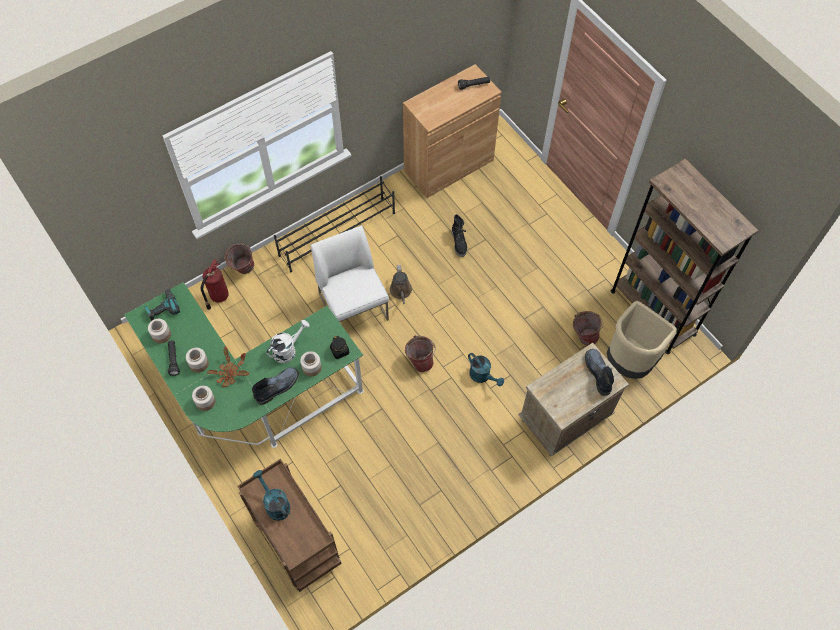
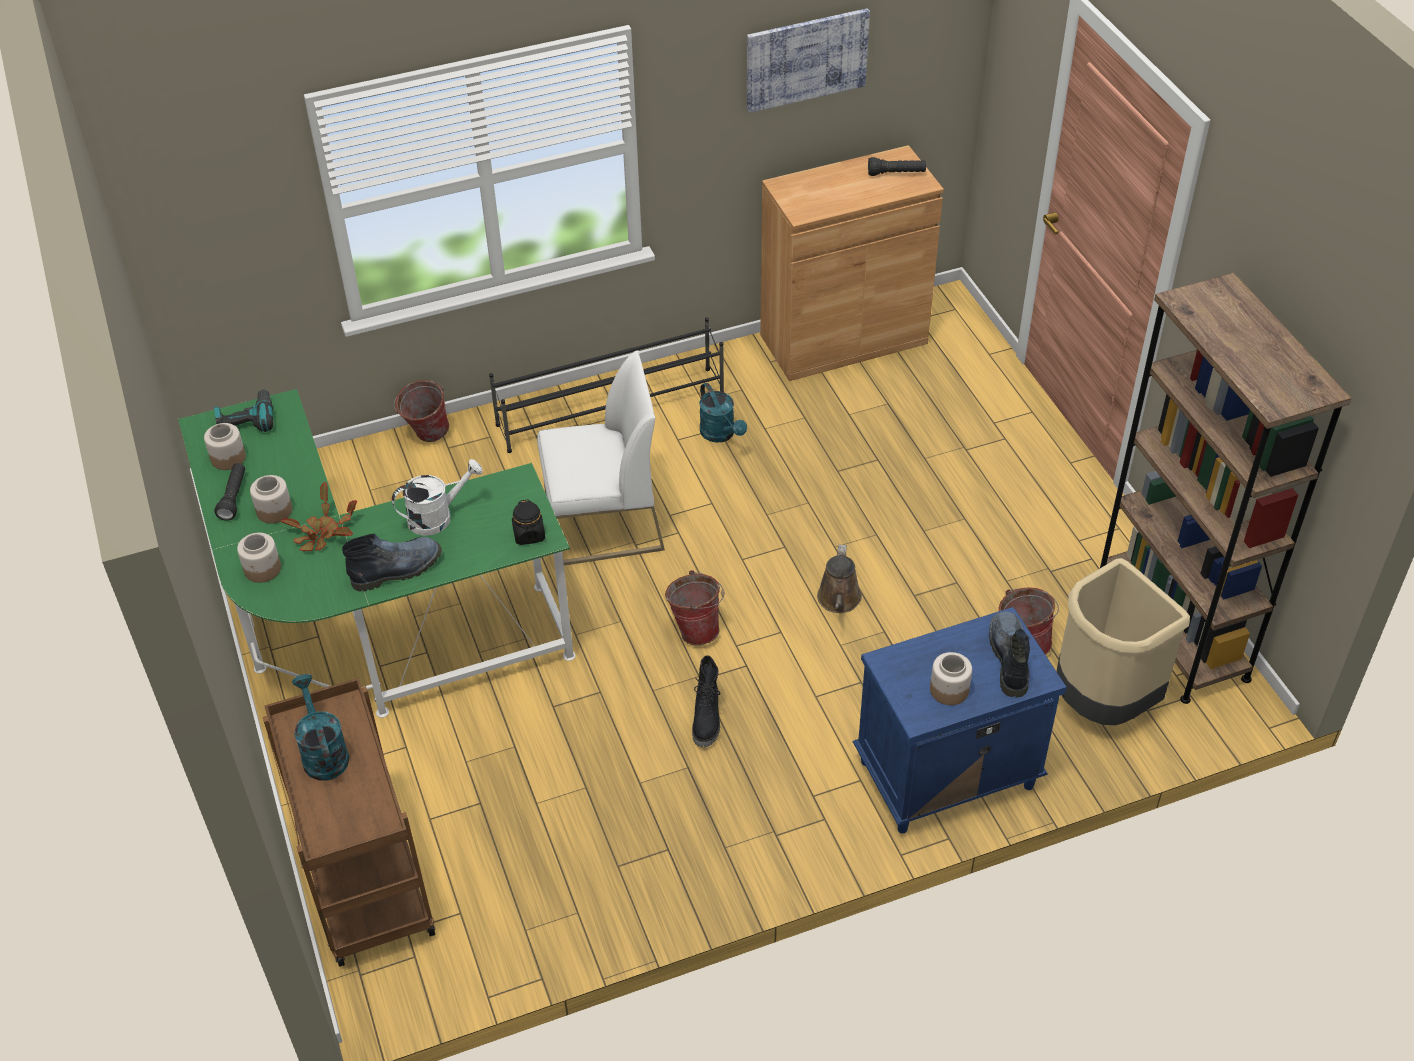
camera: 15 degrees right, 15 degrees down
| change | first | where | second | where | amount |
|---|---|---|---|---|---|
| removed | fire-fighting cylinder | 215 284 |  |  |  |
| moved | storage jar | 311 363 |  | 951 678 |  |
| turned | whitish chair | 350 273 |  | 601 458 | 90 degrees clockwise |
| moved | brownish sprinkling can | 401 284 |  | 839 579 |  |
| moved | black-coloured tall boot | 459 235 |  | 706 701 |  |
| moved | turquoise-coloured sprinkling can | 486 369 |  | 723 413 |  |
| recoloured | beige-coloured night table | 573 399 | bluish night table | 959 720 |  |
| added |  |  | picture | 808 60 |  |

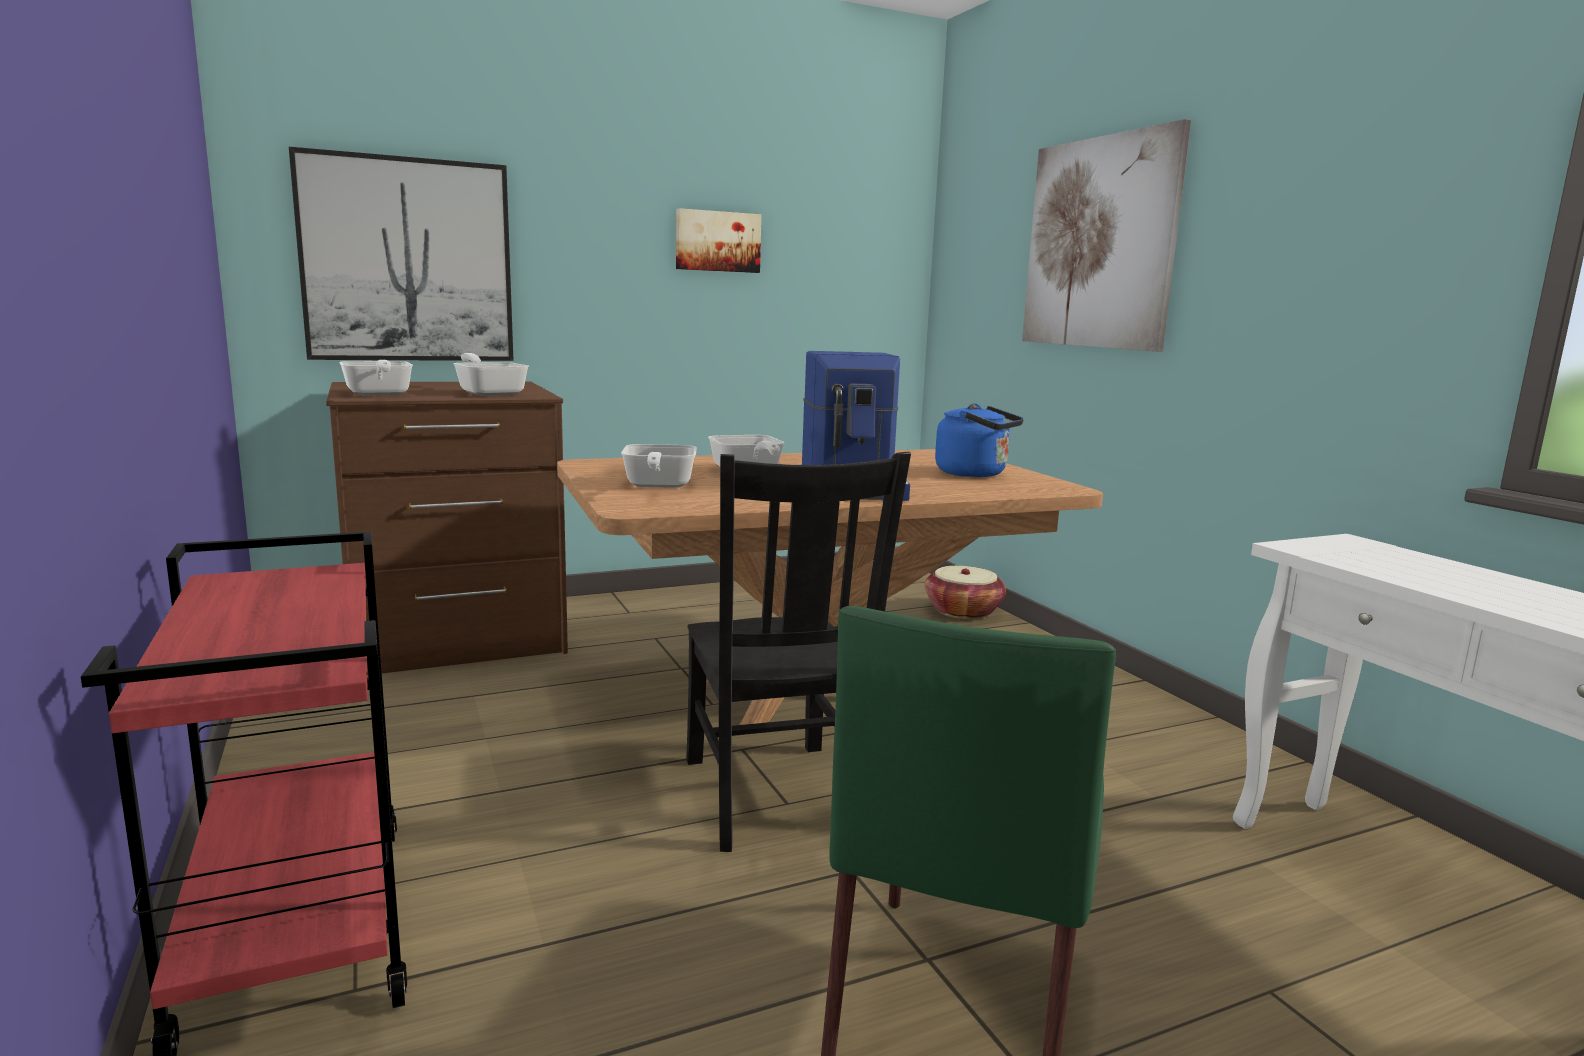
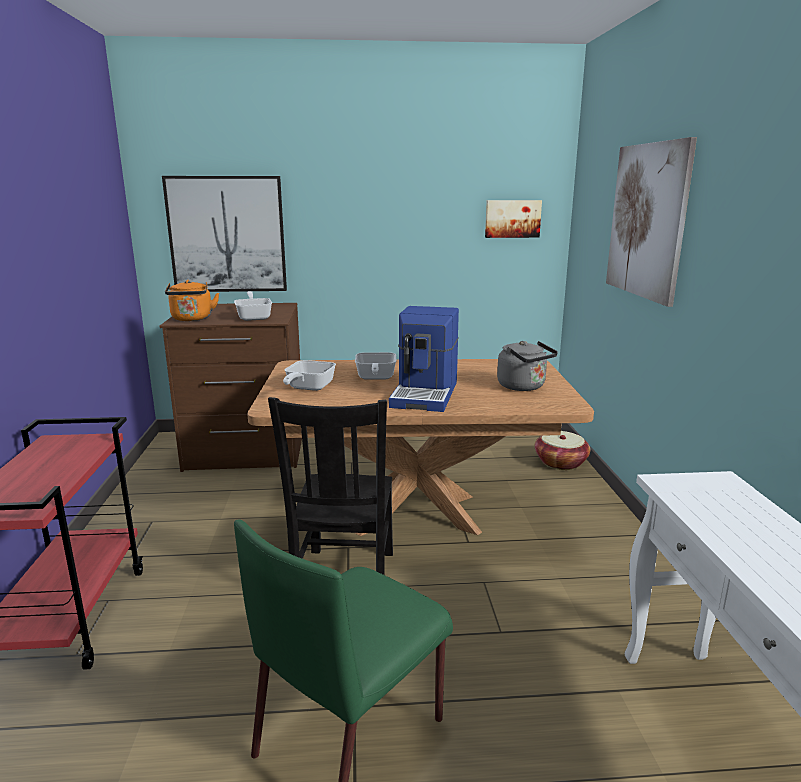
camera: 20 degrees right, 5 degrees up
| change | first | where | second | where | amount |
|---|---|---|---|---|---|
| replaced | skillet | 376 378 | orange-coloured water kettle | 192 300 |  |
| moved | picture | 718 240 |  | 513 219 |  |
| recoloured | bluish water kettle | 979 440 | greyish water kettle | 527 366 |  |

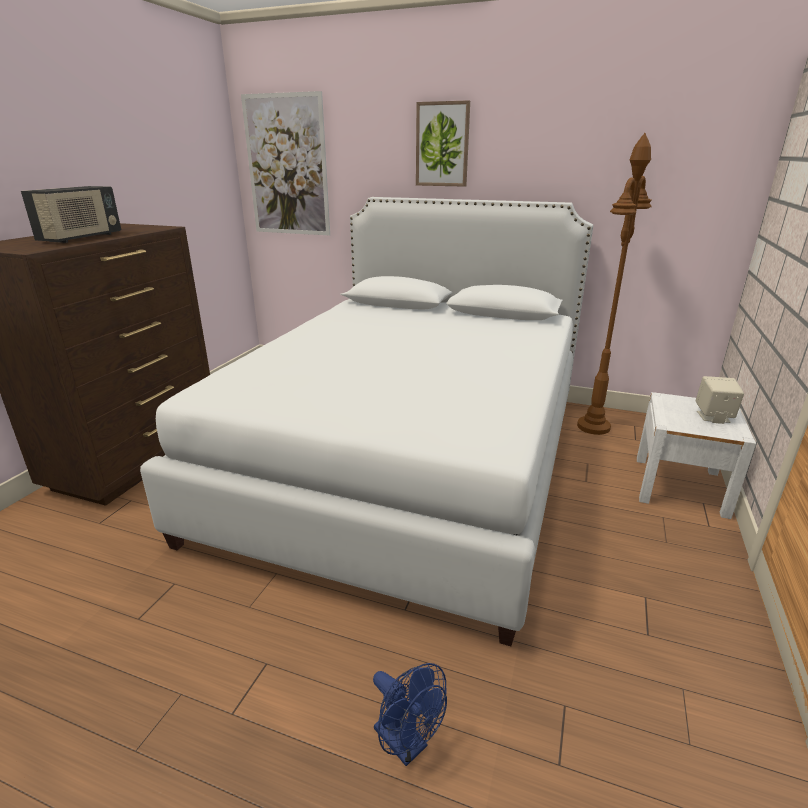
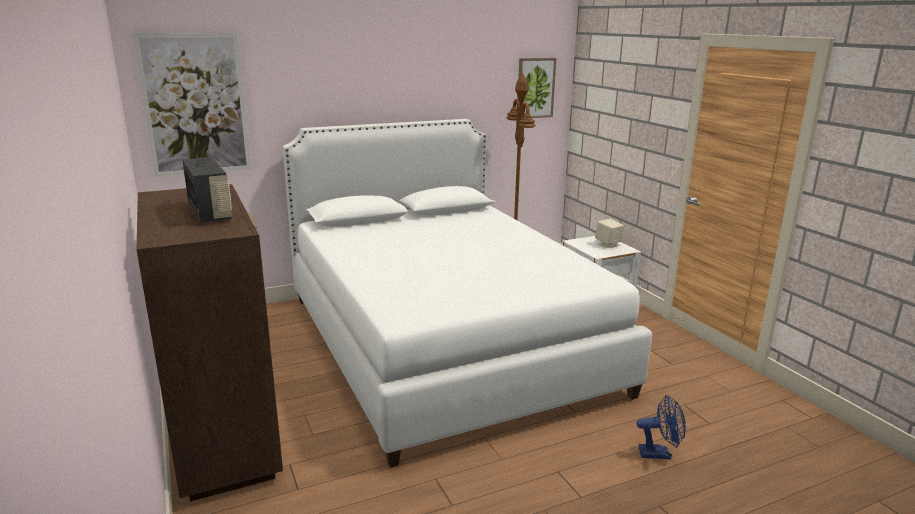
camera: 45 degrees left, 5 degrees down
| change | first | where | second | where | amount |
|---|---|---|---|---|---|
| moved | picture | 443 143 |  | 537 88 |  |

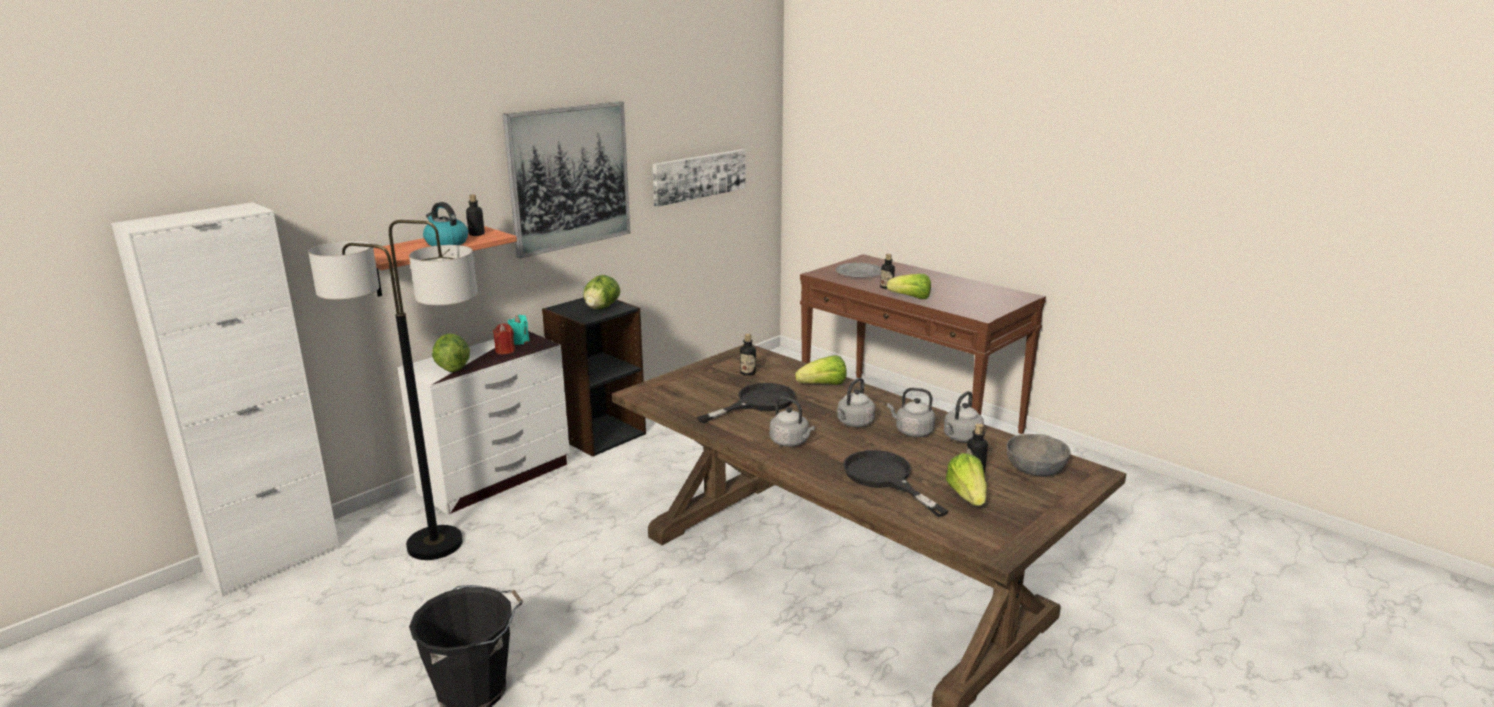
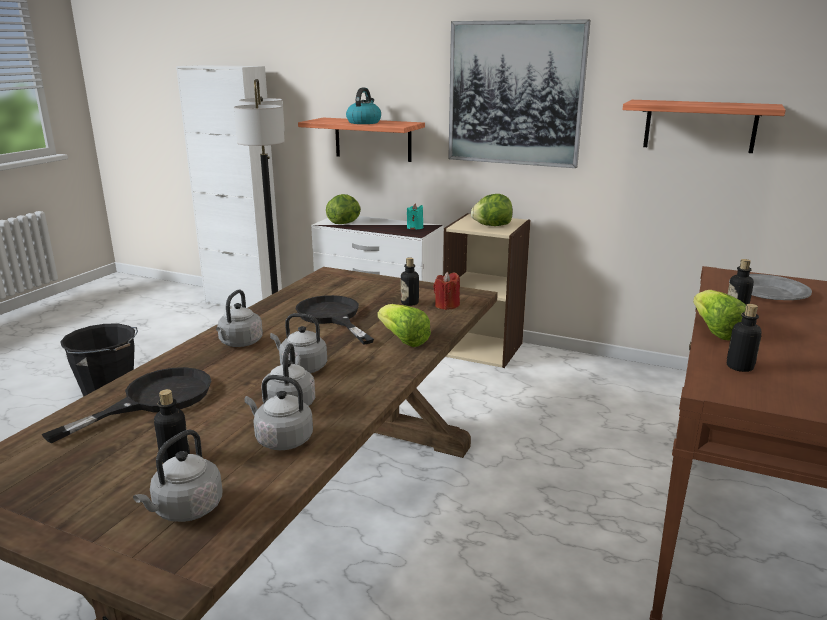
camera: 70 degrees right, 0 degrees up
| change | first | where | second | where | amount |
|---|---|---|---|---|---|
| moved | beverage bottle | 475 215 |  | 744 338 |  |
| moved | reddish wax light | 504 338 |  | 446 291 |  |
| recoloured | black-coloured bookcase | 594 377 | beige-coloured bookcase | 486 290 |  |
| replaced | picture | 698 178 | bracket shelf | 704 126 |  |
| turned | black-coloured skillet | 746 403 |  | 334 320 | 150 degrees counterclockwise |
| removed | head of lettuce | 966 479 |  |  |  |
| replaced | greyish deep dish | 1038 455 | greyish water kettle | 177 475 |  |

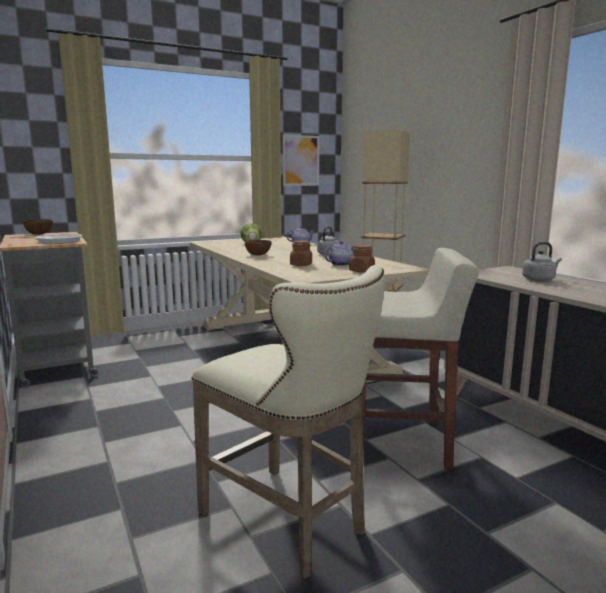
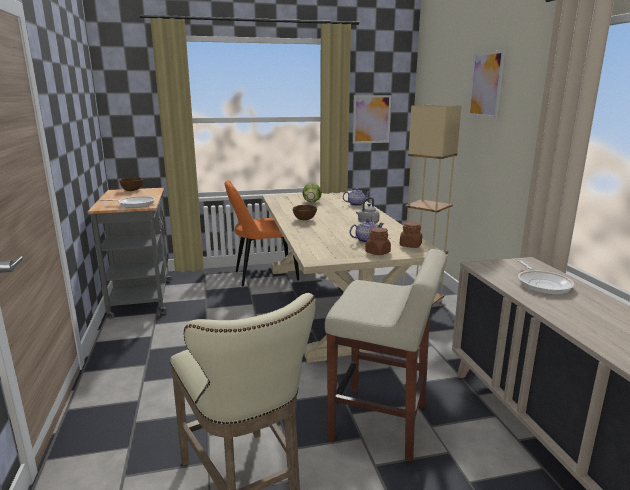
camera: 15 degrees right, 5 degrees up
| change | first | where | second | where | amount |
|---|---|---|---|---|---|
| moved | brownish storage jar | 301 253 |  | 411 235 |  |
| replaced | greyish water kettle | 542 261 | skillet | 546 277 |  |
| added |  |  | orange-coloured chair | 262 233 |  |
| added |  |  | picture | 486 84 |  |

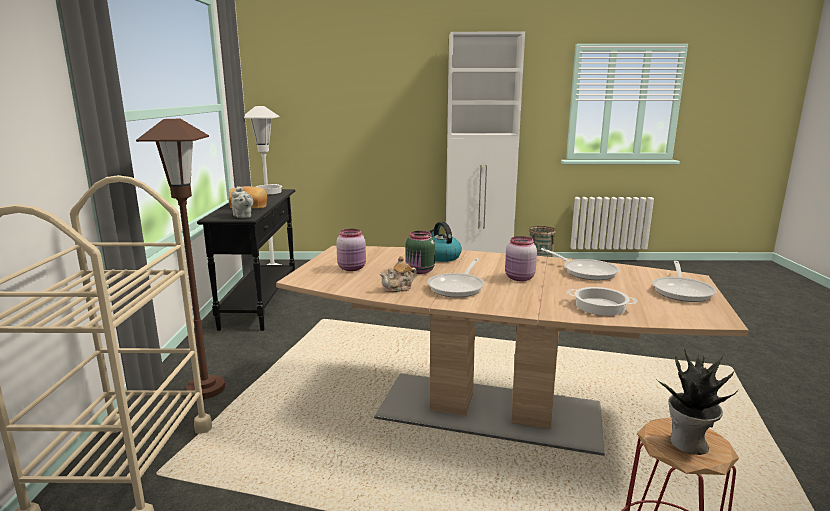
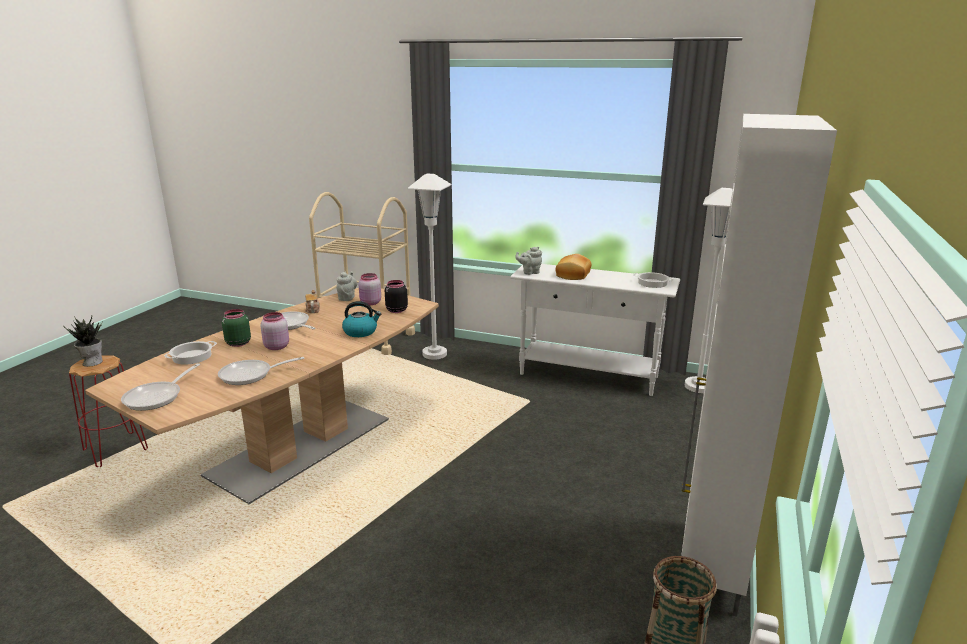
camera: 110 degrees right, 5 degrees up
| change | first | where | second | where | amount |
|---|---|---|---|---|---|
| recoloured | brownish standing lamp | 180 259 | whitish standing lamp | 429 266 |  |
| recoloured | black-coloured hall table | 246 260 | whitish hall table | 595 330 |  |
| moved | green storage jar | 420 252 |  | 236 328 |  |
| turned | skillet | 684 281 |  | 160 387 | 105 degrees counterclockwise |
| added |  |  | greyish teapot | 346 286 |  |
| added |  |  | black-coloured storage jar | 396 296 |  |

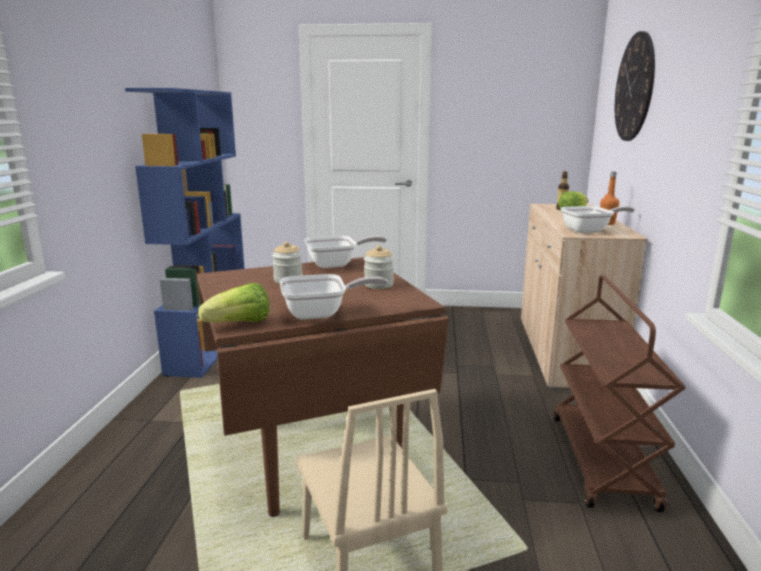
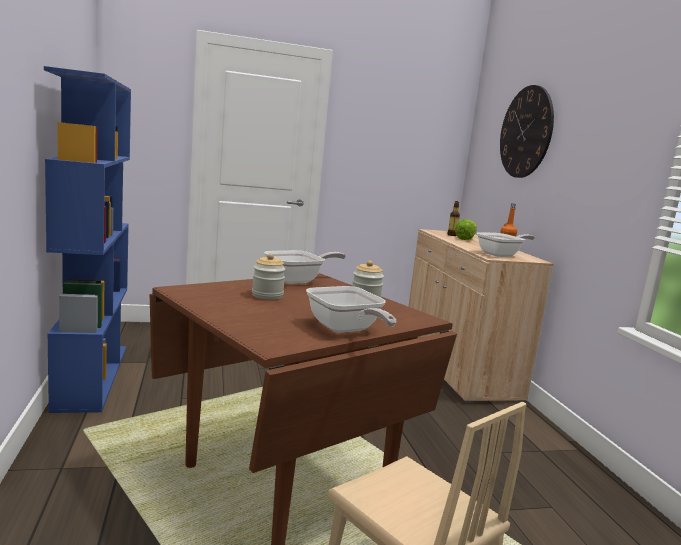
camera: 20 degrees left, 5 degrees down
| change | first | where | second | where | amount |
|---|---|---|---|---|---|
| removed | head of lettuce | 233 302 |  |  |  |
| turned | skillet | 334 297 |  | 351 309 | 90 degrees clockwise |
| removed | brownish trolley | 619 393 |  |  |  |

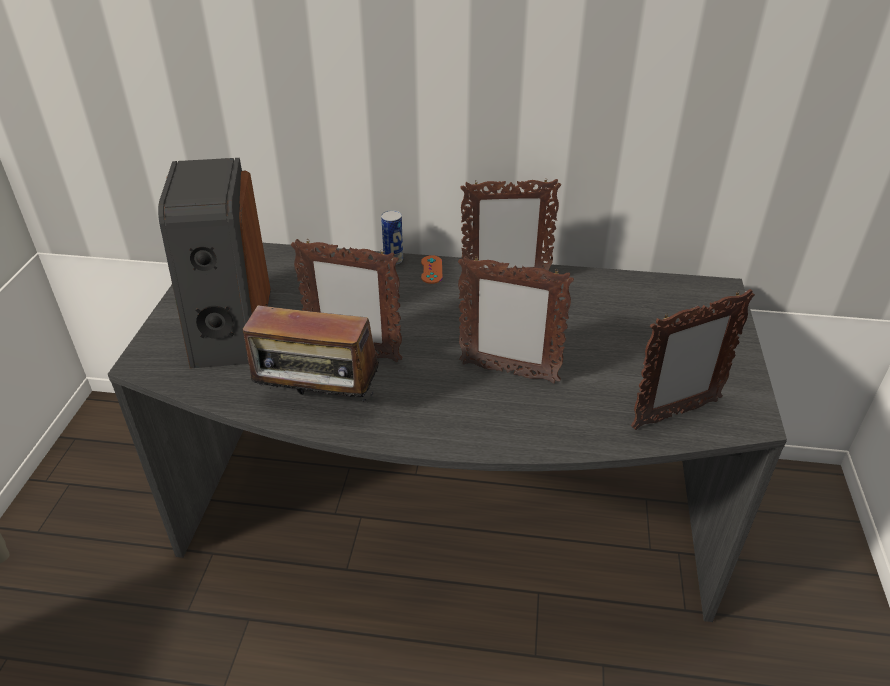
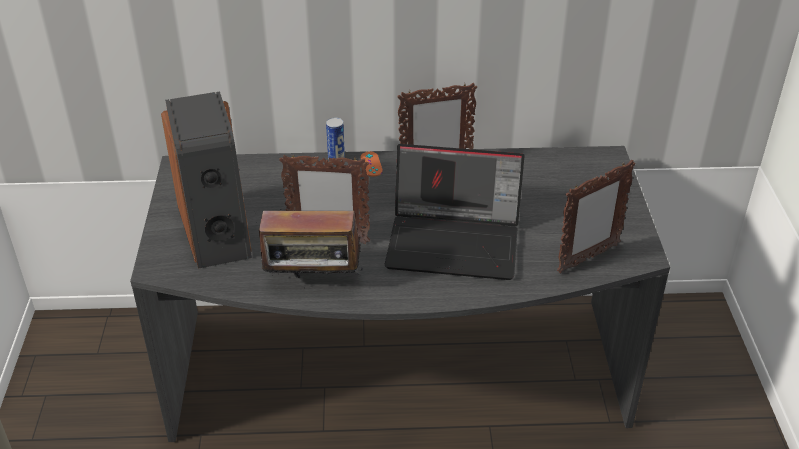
camera: 10 degrees left, 0 degrees up
| change | first | where | second | where | amount |
|---|---|---|---|---|---|
| replaced | photo frame | 516 320 | notebook computer | 454 212 |  |

